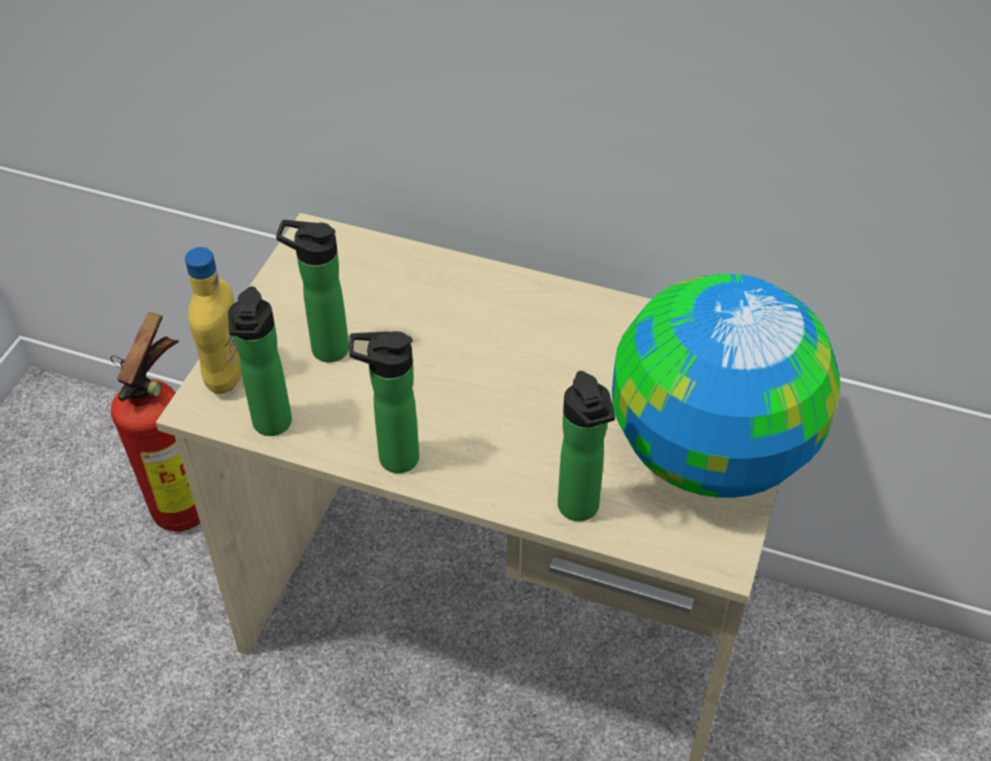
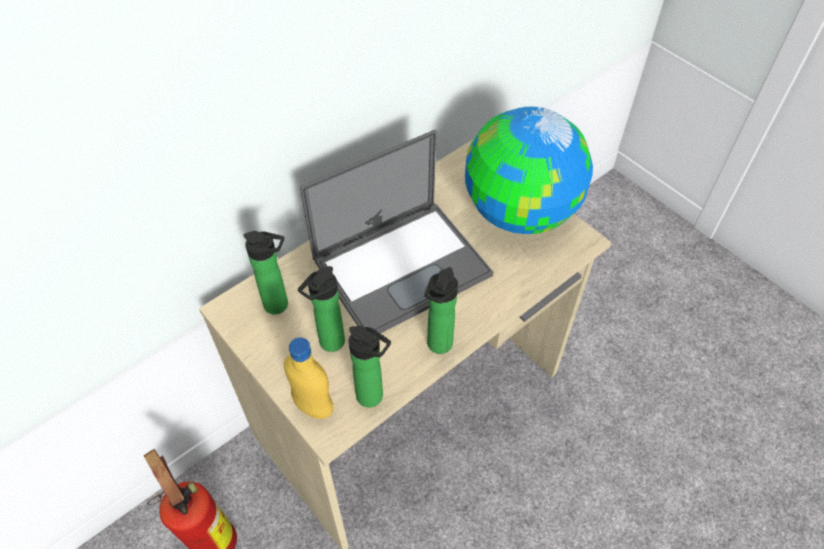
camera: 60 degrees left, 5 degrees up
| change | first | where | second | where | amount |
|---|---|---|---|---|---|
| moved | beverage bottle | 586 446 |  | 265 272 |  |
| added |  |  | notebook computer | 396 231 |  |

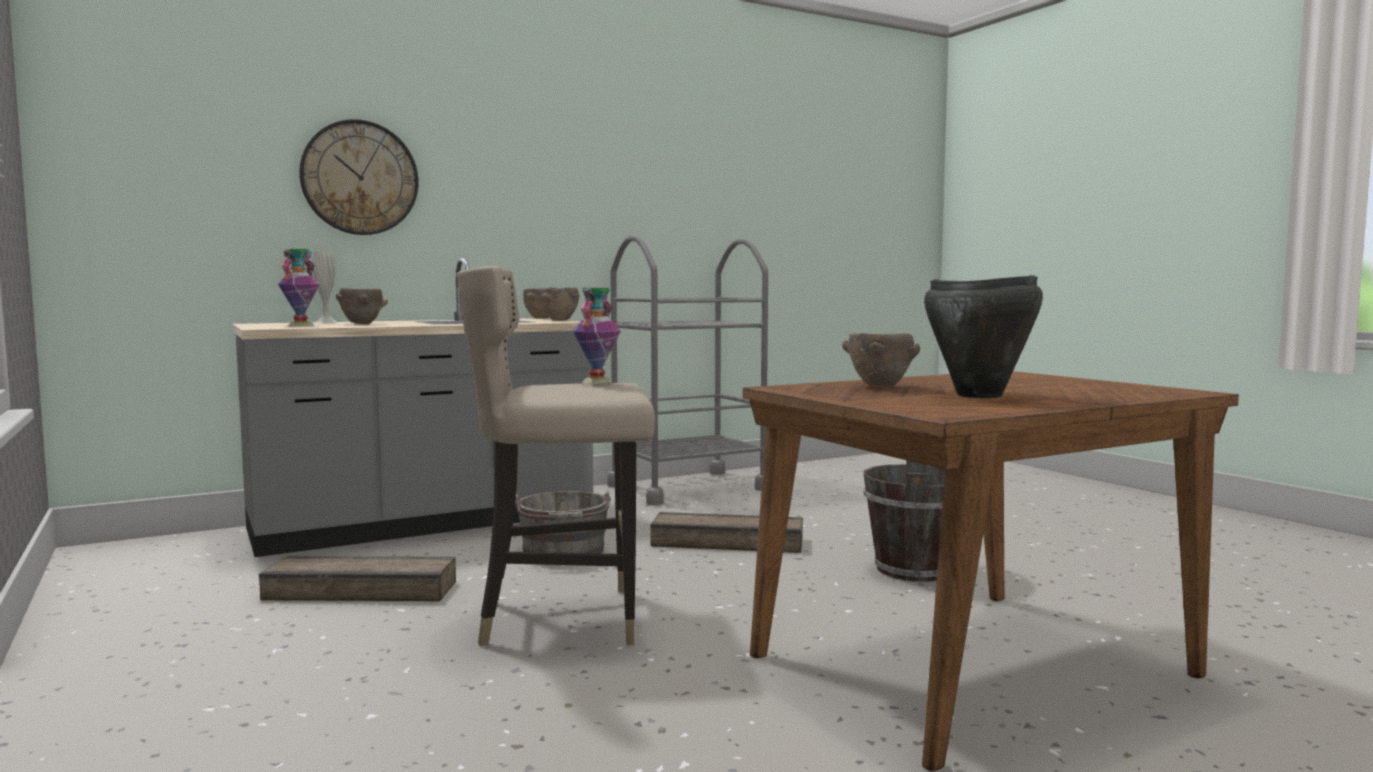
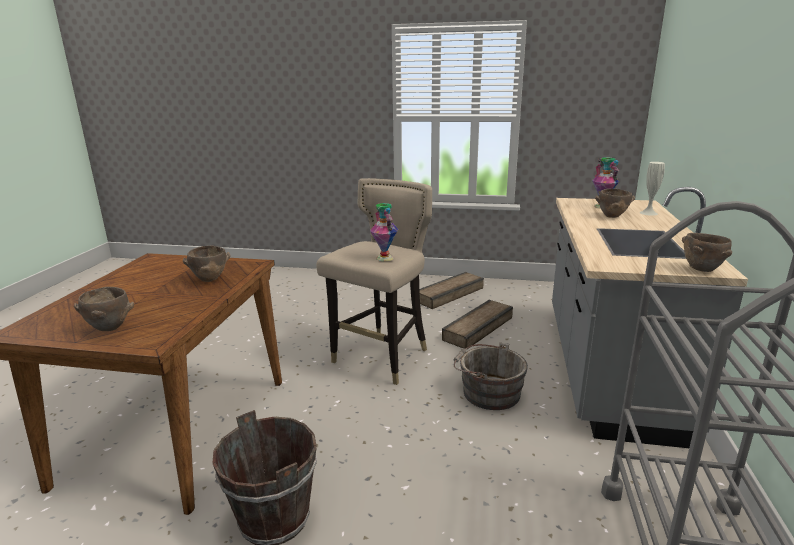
camera: 130 degrees right, 15 degrees up
| change | first | where | second | where | amount |
|---|---|---|---|---|---|
| removed | hanging clock | 359 177 |  |  |  |
| moved | brownish deep dish | 560 304 |  | 104 309 |  |
| moved | crate | 726 532 |  | 451 290 |  |
| removed | black-coloured saucepot | 983 336 |  |  |  |

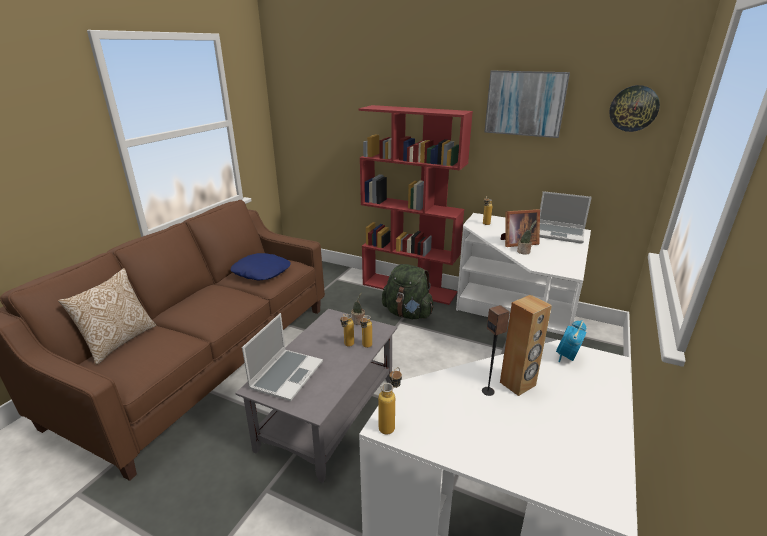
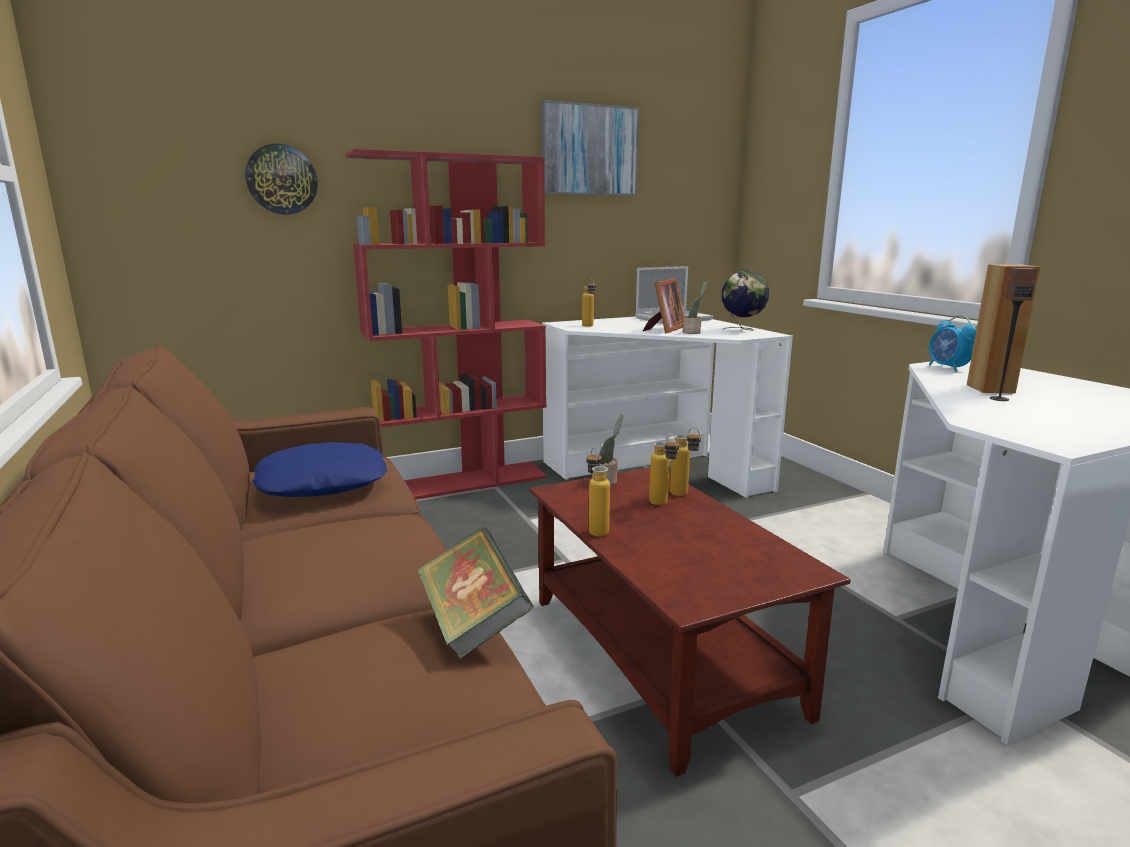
camera: 50 degrees left, 10 degrees down
| change | first | where | second | where | amount |
|---|---|---|---|---|---|
| removed | cushion | 107 316 |  |  |  |
| recoloured | greyish lounge table | 316 396 | brownish lounge table | 690 622 |  |
| removed | notebook computer | 282 357 |  |  |  |
| moved | beverage bottle | 390 401 |  | 598 491 |  |
| removed | green backpack | 407 291 |  |  |  |
| moved | hanging clock | 634 108 |  | 281 179 |  |
| added |  |  | volume | 475 593 |  |
| added |  |  | desk globe | 745 300 |  |

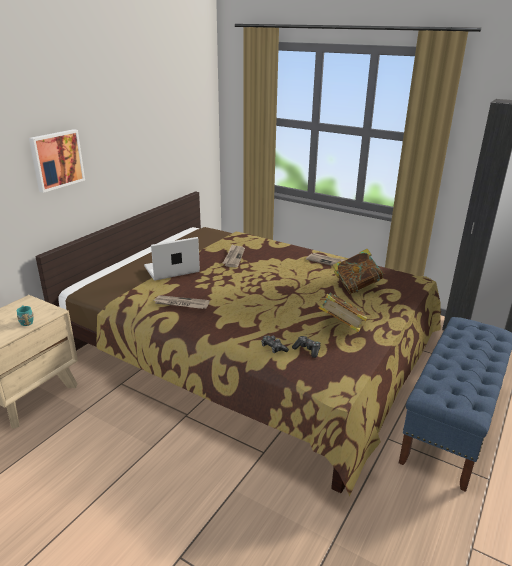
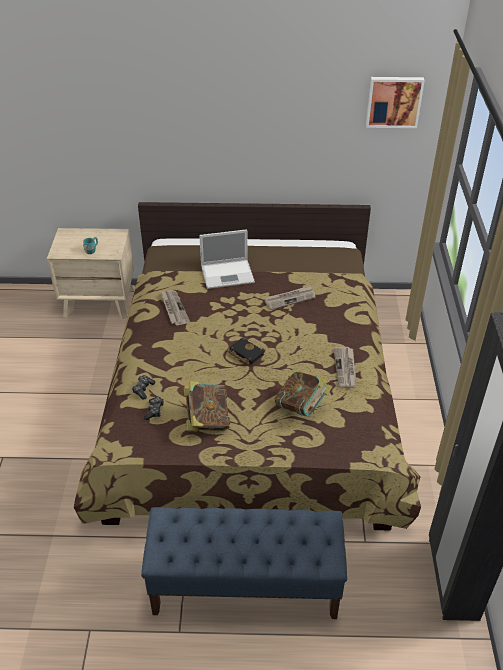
camera: 60 degrees right, 15 degrees up
| change | first | where | second | where | amount |
|---|---|---|---|---|---|
| moved | picture | 57 161 |  | 395 102 |  |
| turned | notebook computer | 172 259 |  | 227 259 | 135 degrees clockwise |
| added |  |  | black-coloured volume | 247 351 |  |

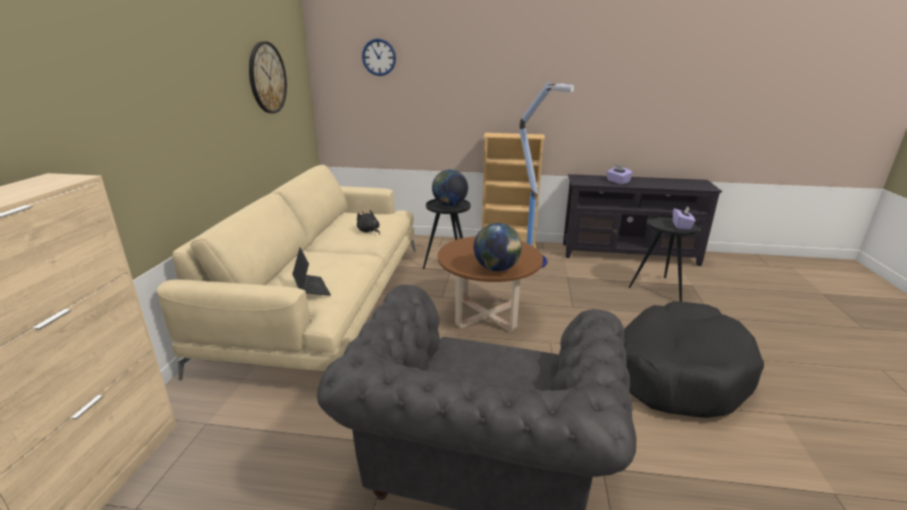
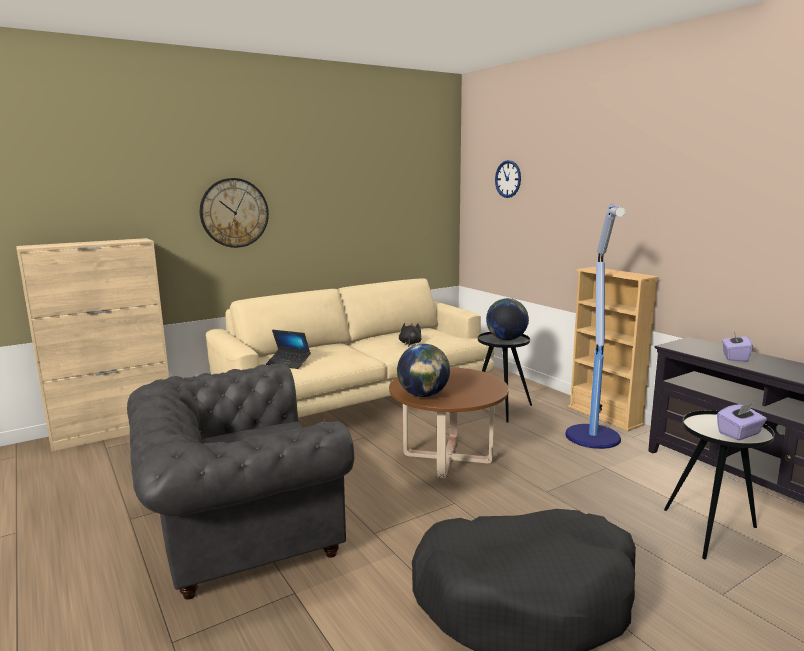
camera: 50 degrees right, 10 degrees down
| change | first | where | second | where | amount |
|---|---|---|---|---|---|
| moved | hanging clock | 268 77 |  | 234 213 |  |
| turned | notebook computer | 311 271 |  | 288 349 | 90 degrees clockwise |

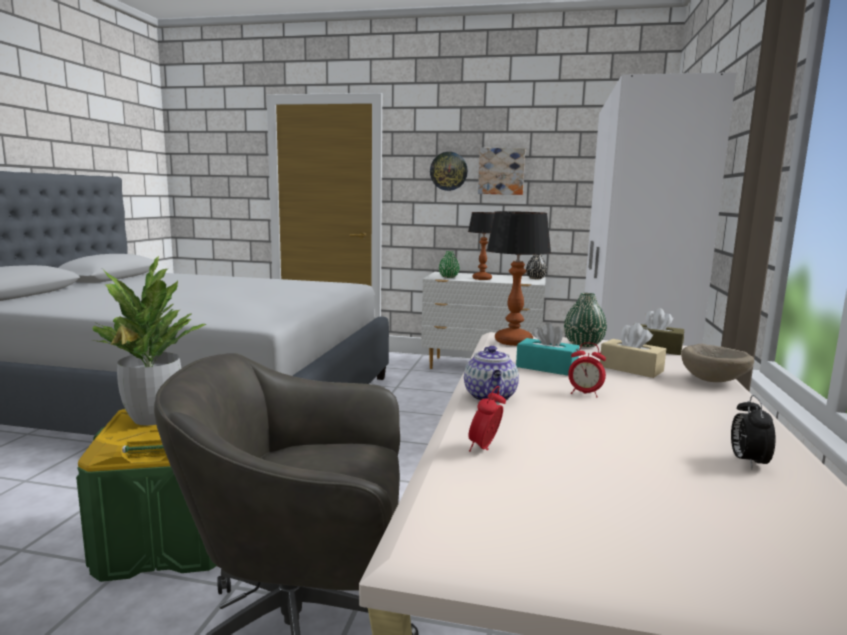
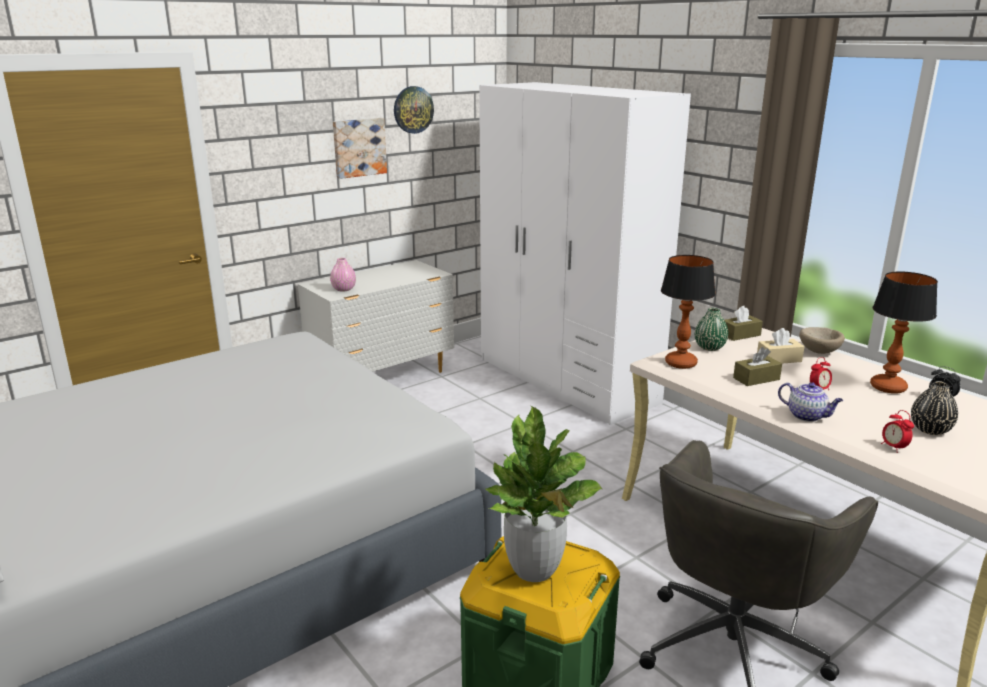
camera: 50 degrees left, 10 degrees up
| change | first | where | second | where | amount |
|---|---|---|---|---|---|
| moved | hanging clock | 449 171 |  | 414 110 |  |
| recoloured | green decorative vase | 449 264 | pinkish decorative vase | 343 275 |  |
| moved | tabletop lamp | 481 246 |  | 904 332 |  |
| recoloured | turquoise-coloured box of tissues | 547 348 | brownish box of tissues | 757 366 |  |
| moved | black-coloured decorative vase | 536 267 |  | 934 408 |  |

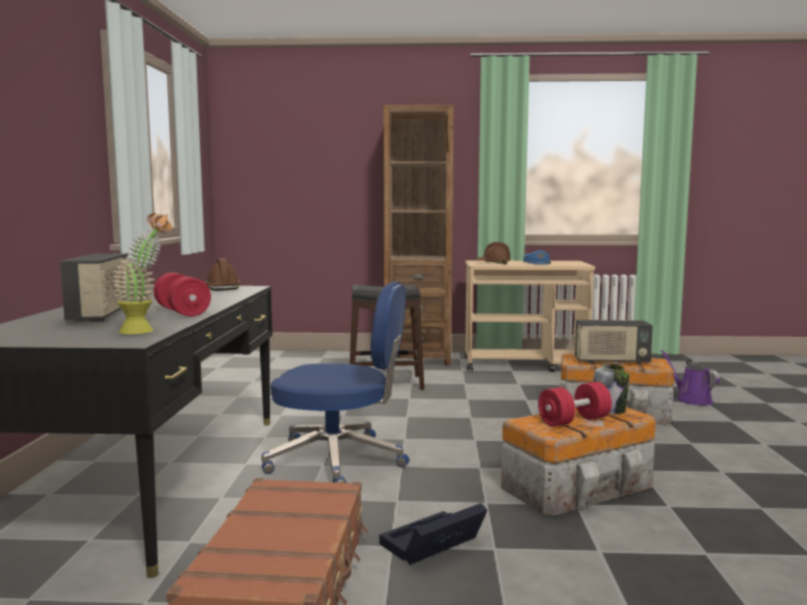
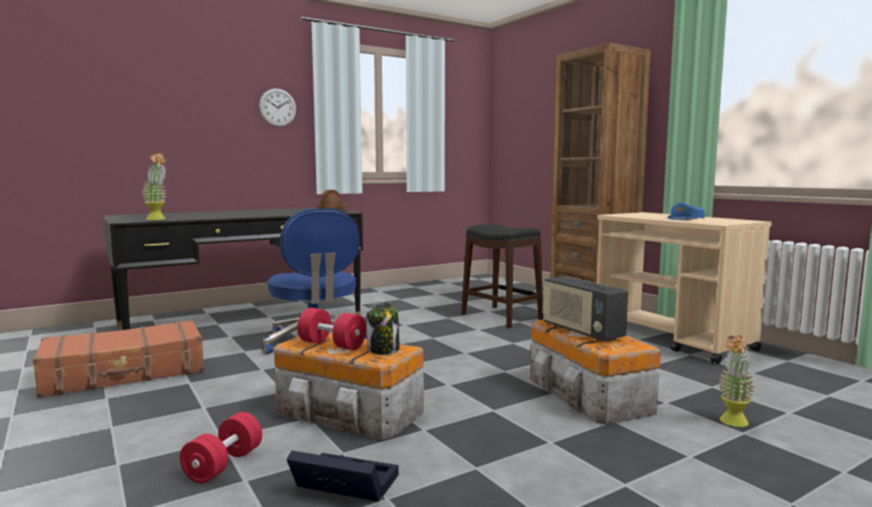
camera: 55 degrees right, 0 degrees up
| change | first | where | second | where | amount |
|---|---|---|---|---|---|
| removed | radio set | 94 287 |  |  |  |
| moved | reddish dumbbell | 182 295 |  | 221 447 |  |
| moved | black-coloured storage box | 433 534 |  | 342 476 |  |
| removed | brownish work helmet | 492 253 |  |  |  |
| replaced | purple-coloured sprinkling can | 690 377 | plant in a pot | 736 381 |  |
| added |  |  | hanging clock | 277 107 |  |

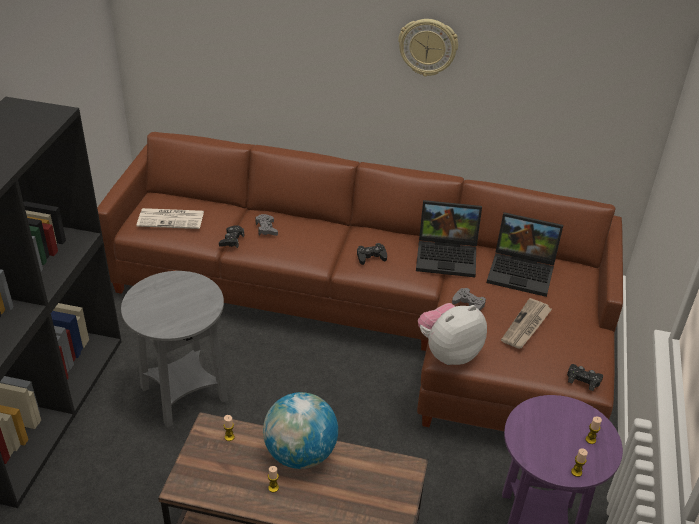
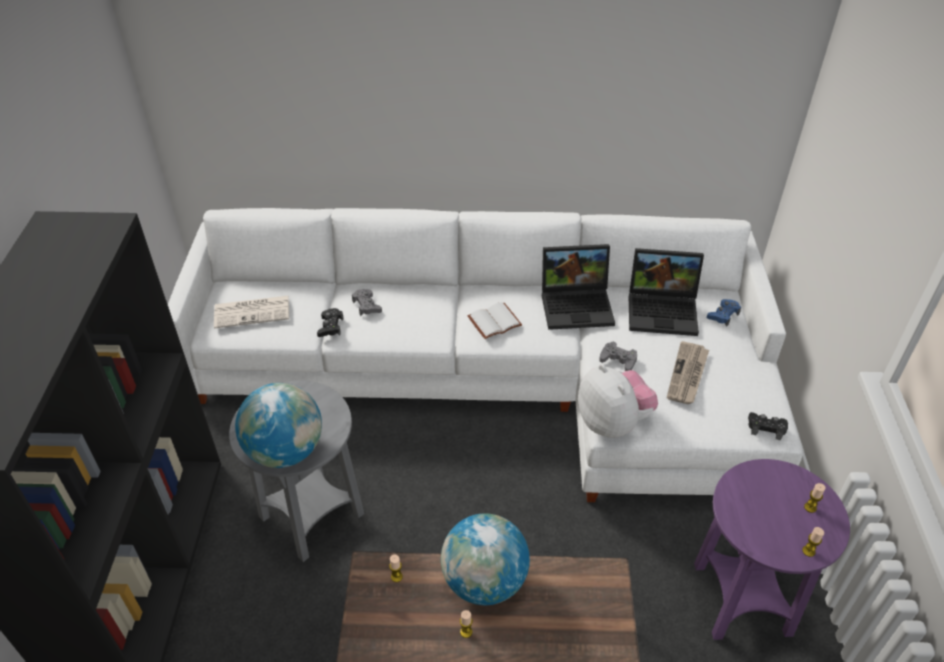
camera: 10 degrees left, 5 degrees up
| change | first | where | second | where | amount |
|---|---|---|---|---|---|
| recoloured | brownish couch | 360 281 | whitish couch | 485 355 |  |
| replaced | black-coloured joypad | 372 254 | whitish volume | 495 320 |  |
| removed | hanging clock | 428 47 |  |  |  |
| turned | cuddly toy | 452 334 |  | 618 401 | 105 degrees clockwise |
| added |  |  | desk globe | 278 425 |  |
| added |  |  | bluish joypad | 724 313 |  |

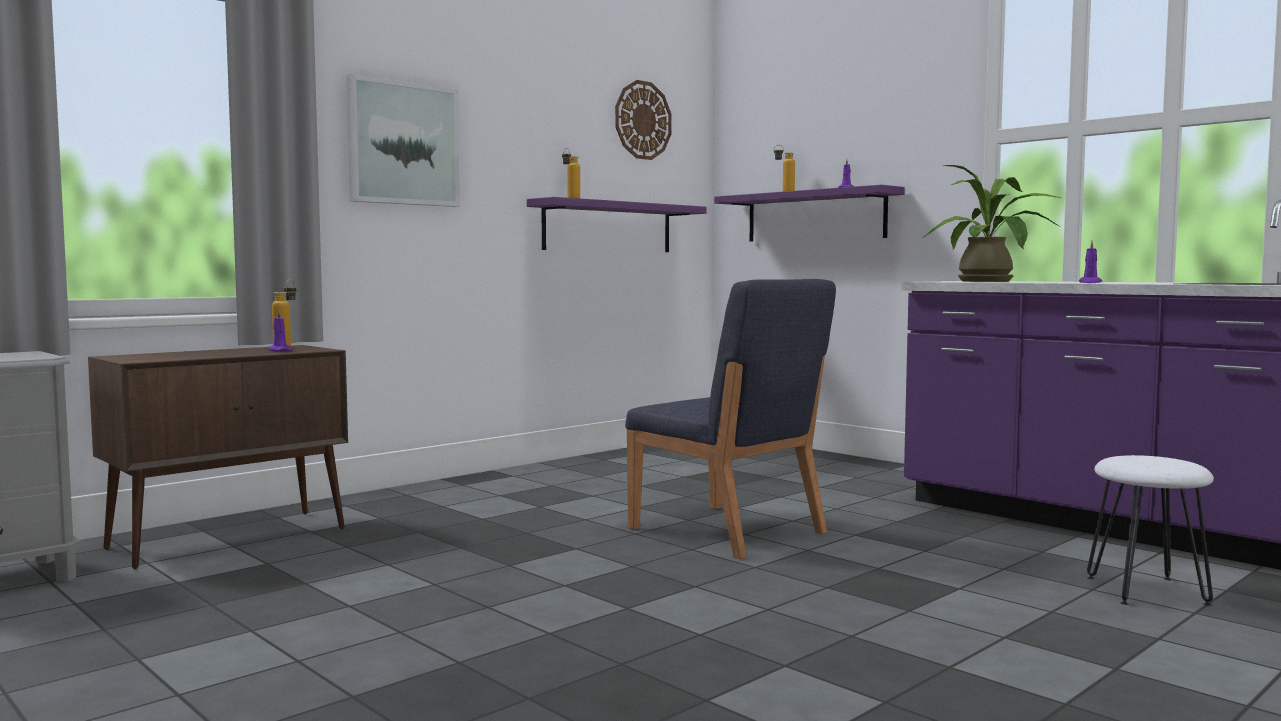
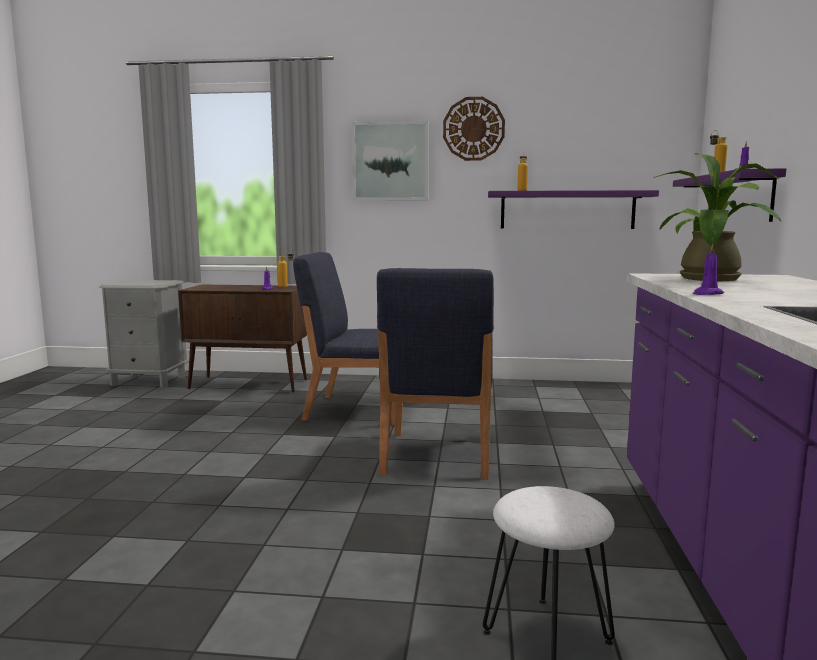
camera: 50 degrees right, 5 degrees up
| change | first | where | second | where | amount |
|---|---|---|---|---|---|
| moved | hanging clock | 643 120 |  | 474 129 |  |
| added |  |  | bluish chair | 343 338 |  |

